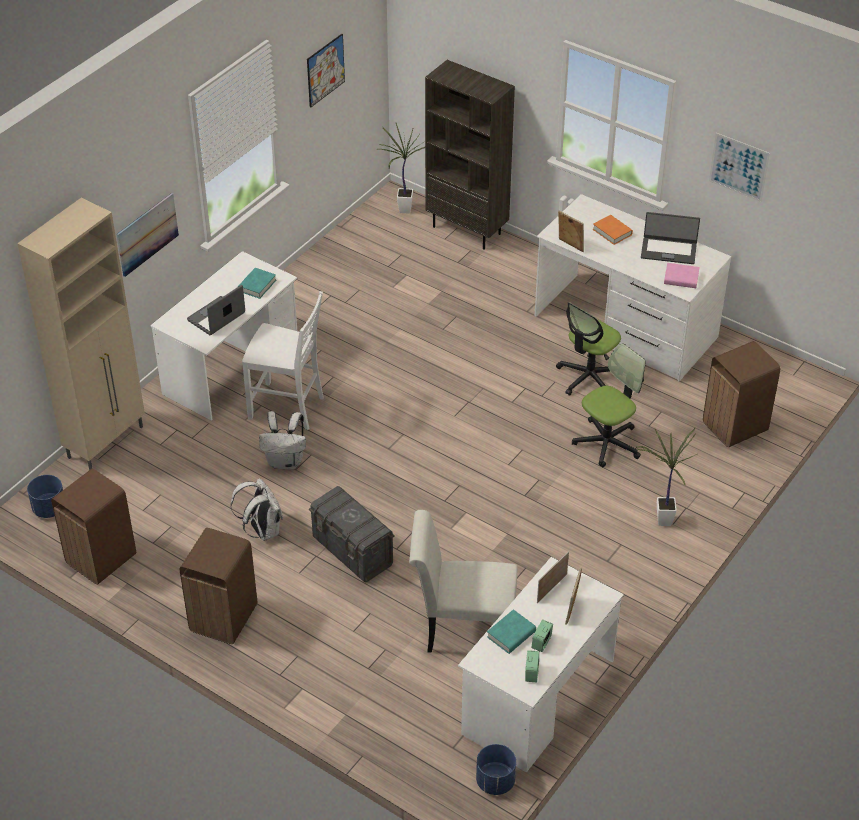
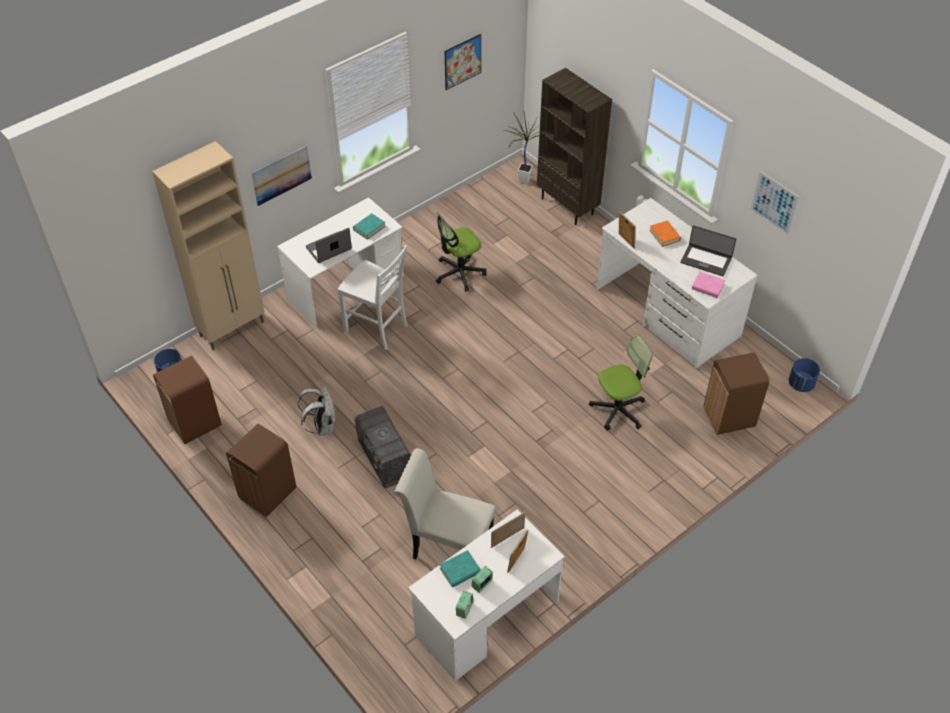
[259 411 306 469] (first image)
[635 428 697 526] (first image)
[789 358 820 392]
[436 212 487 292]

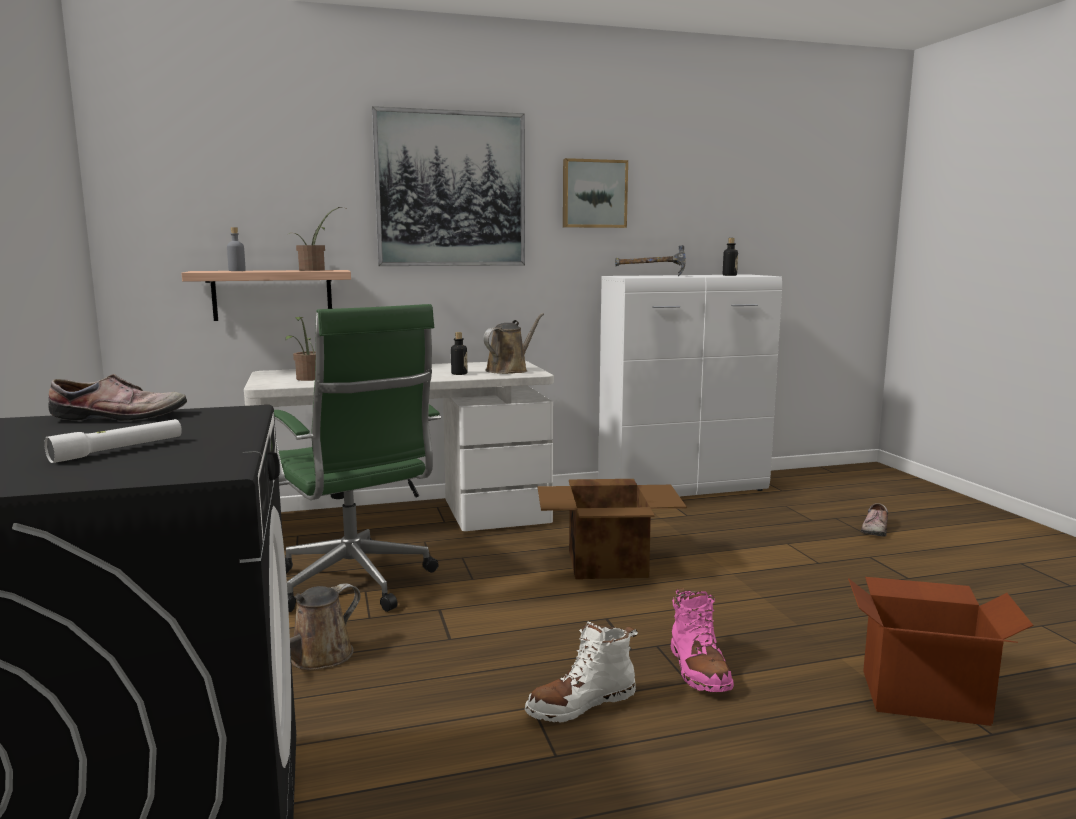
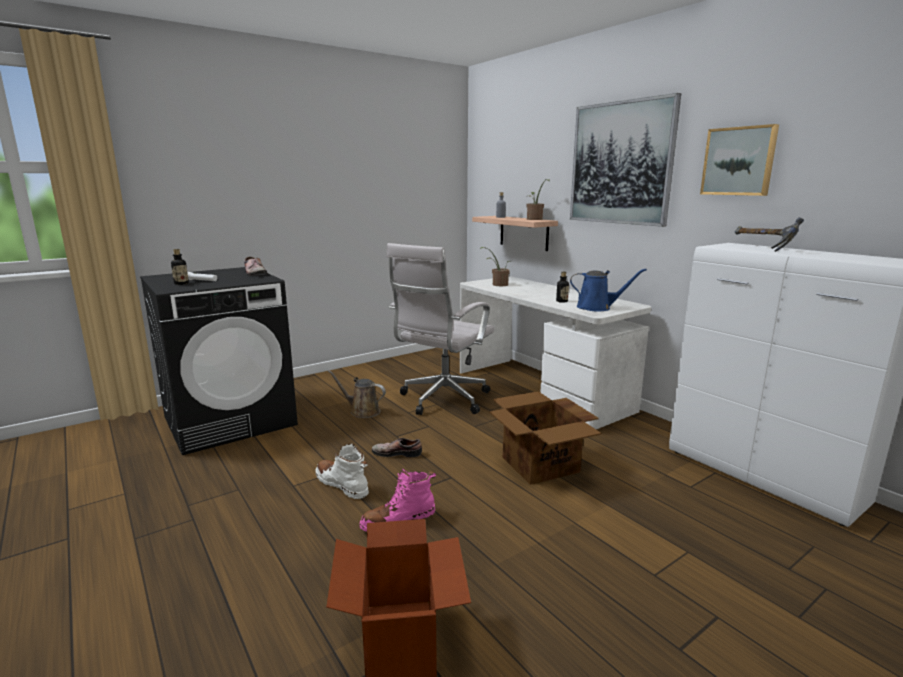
[171 249 189 285]
[372 438 422 457]
[386 243 494 415]
[570 268 647 311]

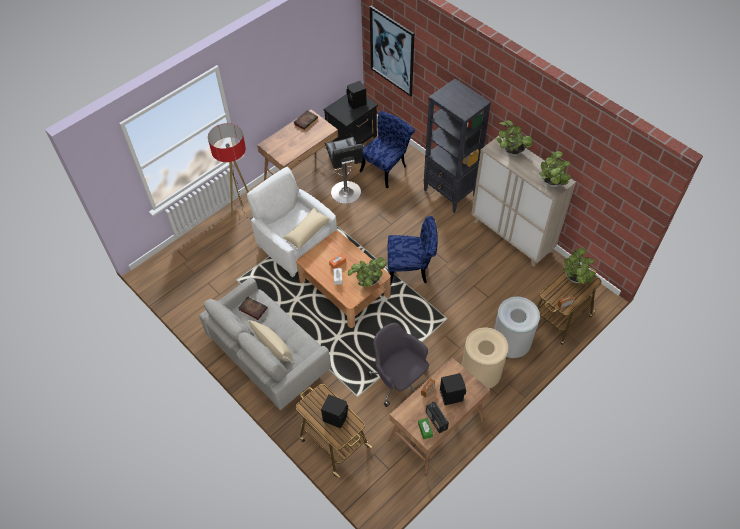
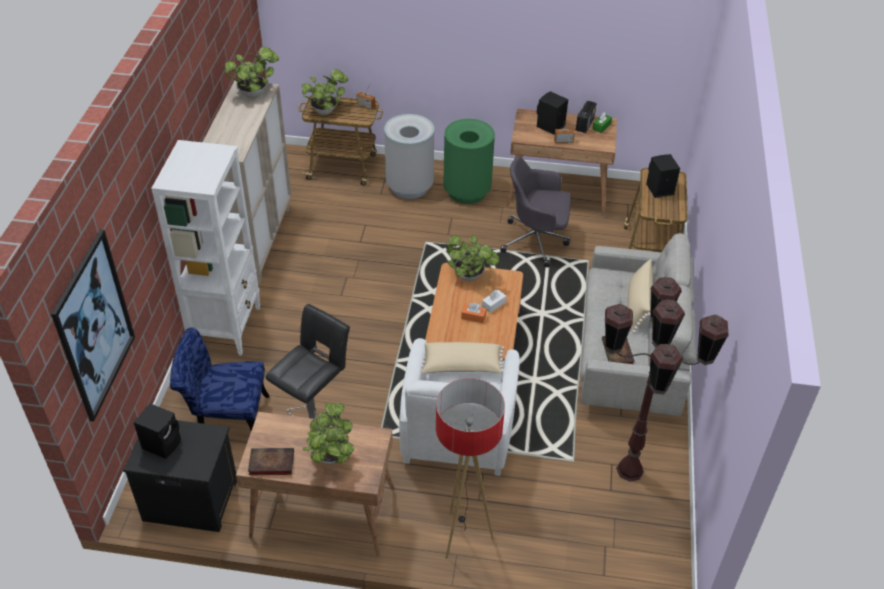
[388 216 438 284] (first image)
[605 277 729 482]
[303 403 354 464]
[151 140 260 355]
[443 119 495 204]
[500 157 571 267]

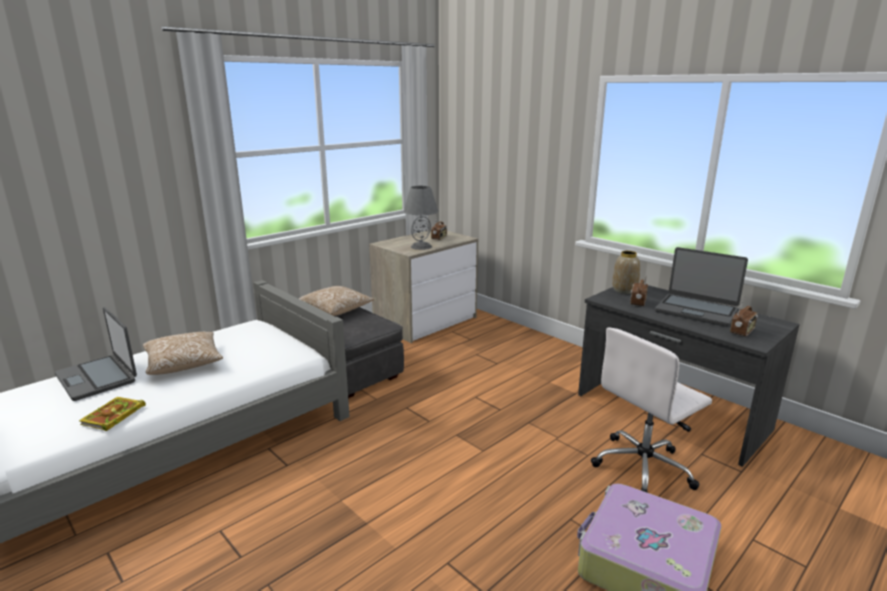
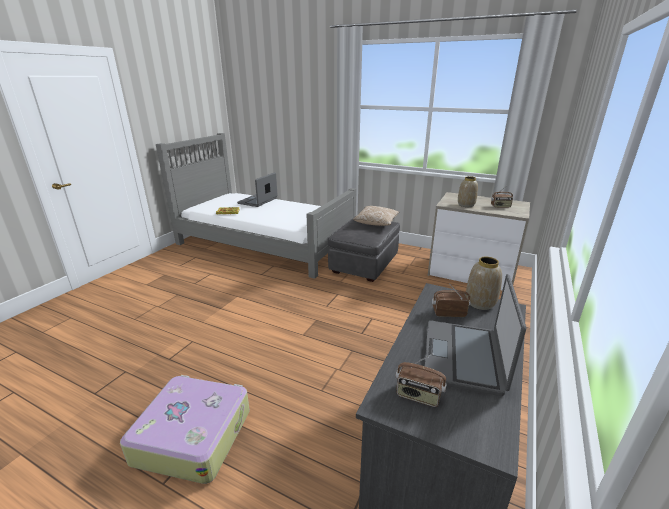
[143 332 223 375] (first image)
[591 328 712 493] (first image)
[458 176 478 207]

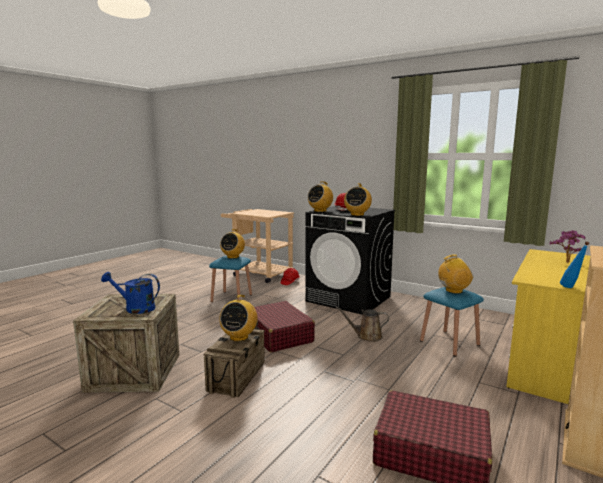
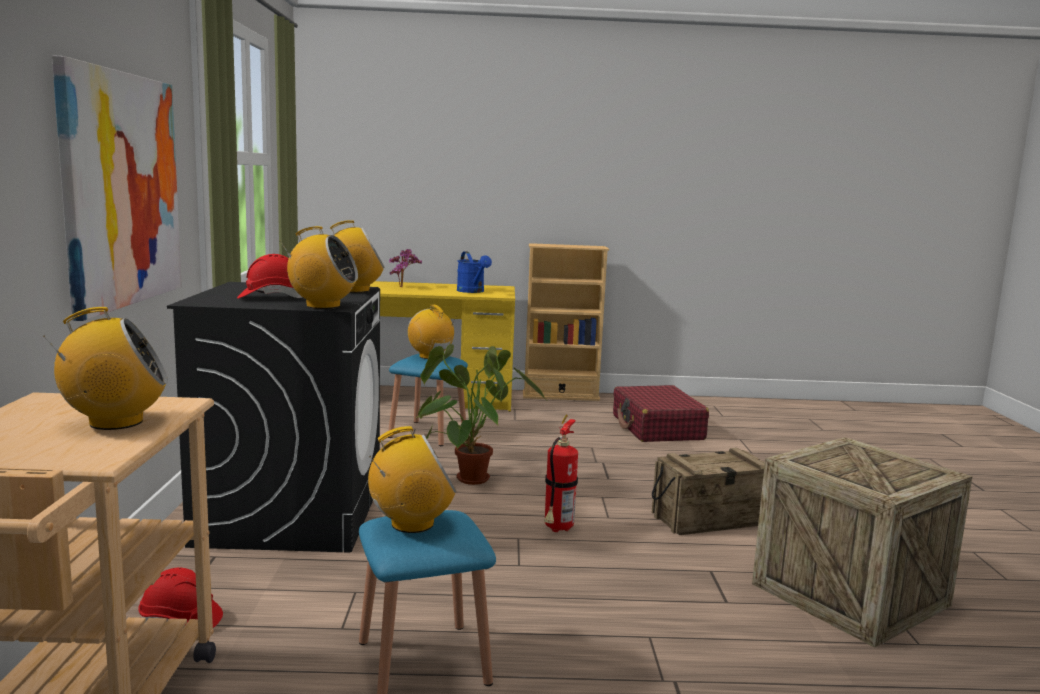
[560 242 590 288] (first image)
[52 55 182 321]
[457 251 492 293]
[43 307 168 430]
[544 414 578 532]
[416 344 545 485]

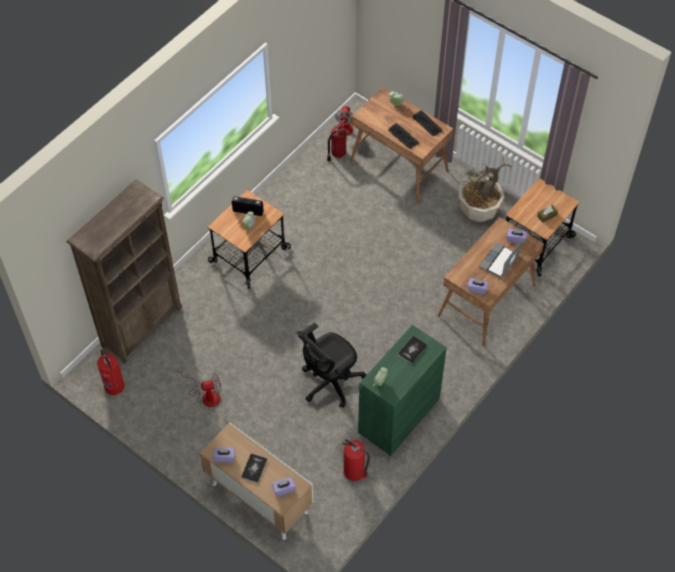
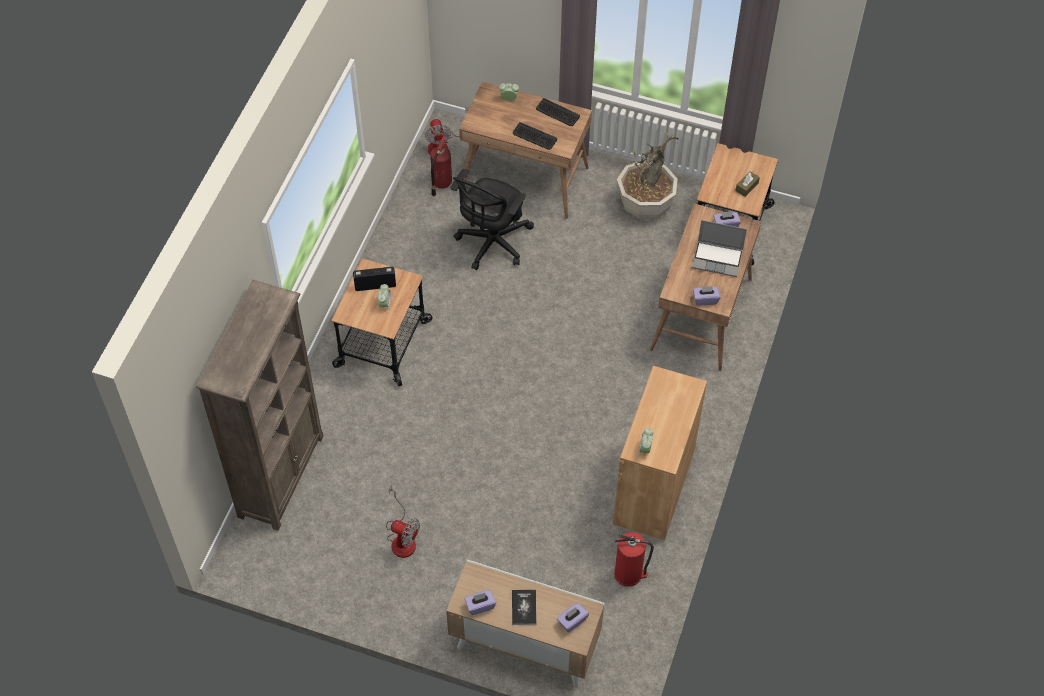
[97 350 125 395] (first image)
[398 335 428 364] (first image)
[450 169 534 270]
[613 366 707 540]
[386 484 420 558]
[692 220 747 277]

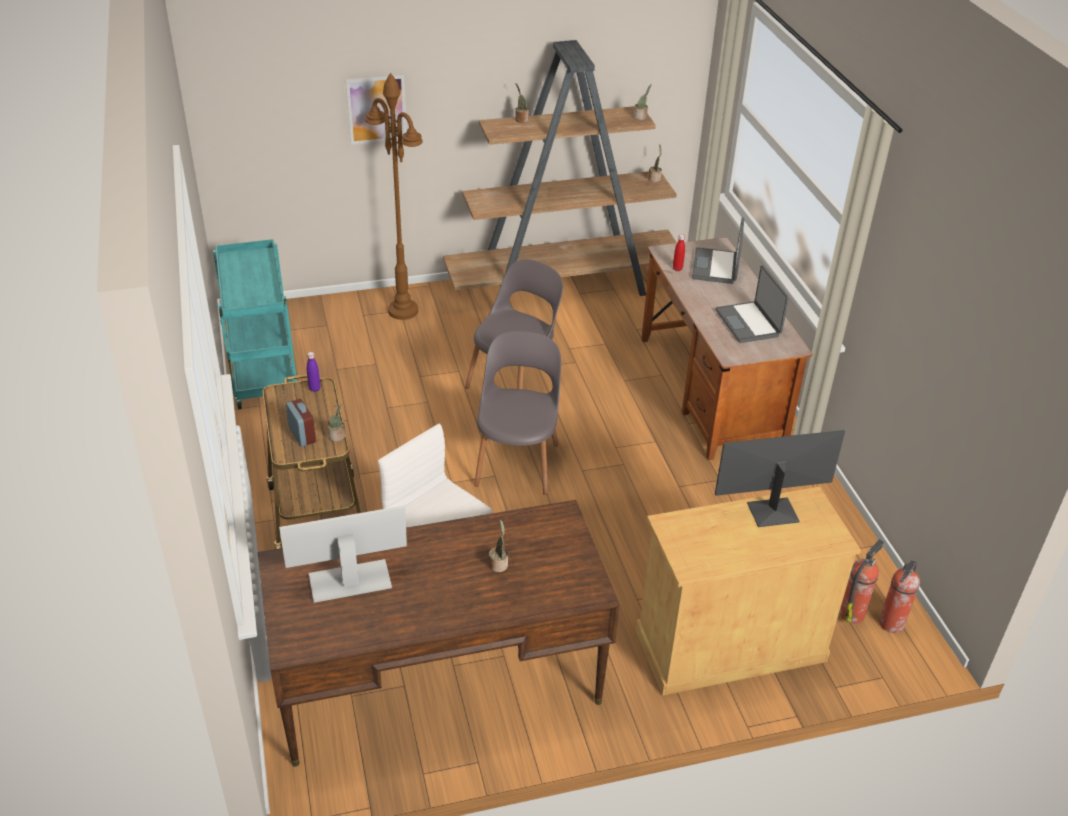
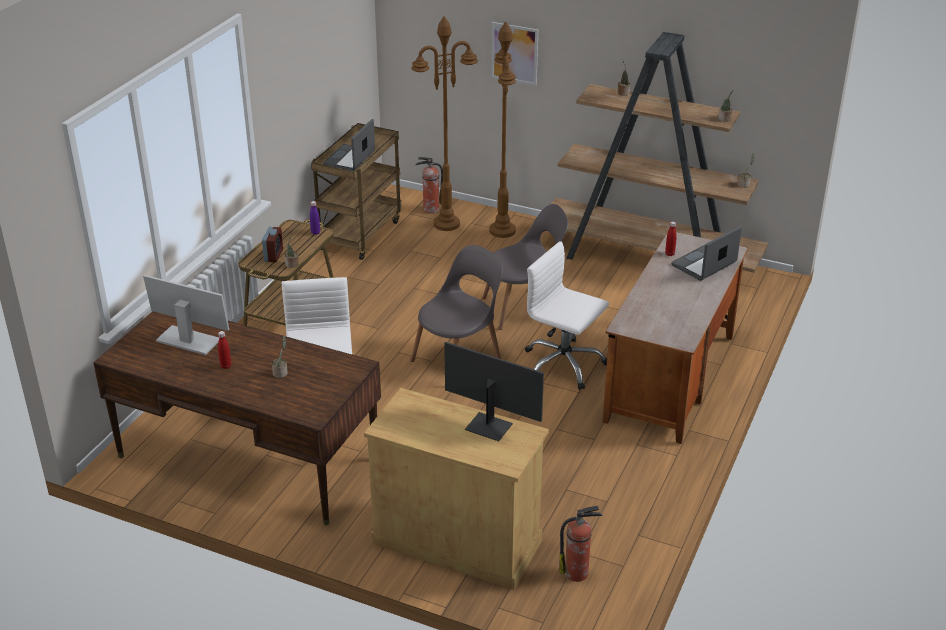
[218 331 231 369]
[411 16 478 231]
[525 241 609 390]
[323 119 375 171]
[415 157 443 214]
[311 123 401 260]

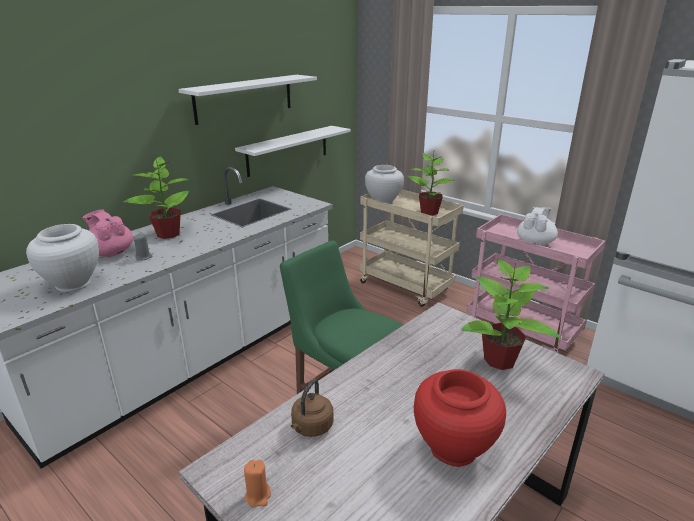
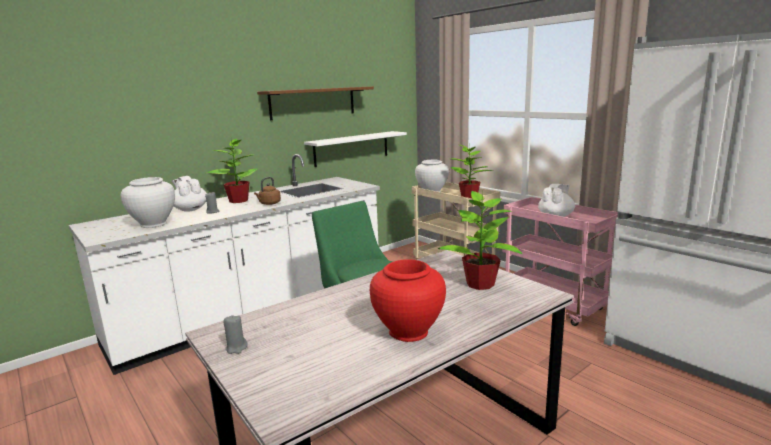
[254 177 281 205]
[172 176 207 212]
[257 87 374 120]
[223 315 248 354]

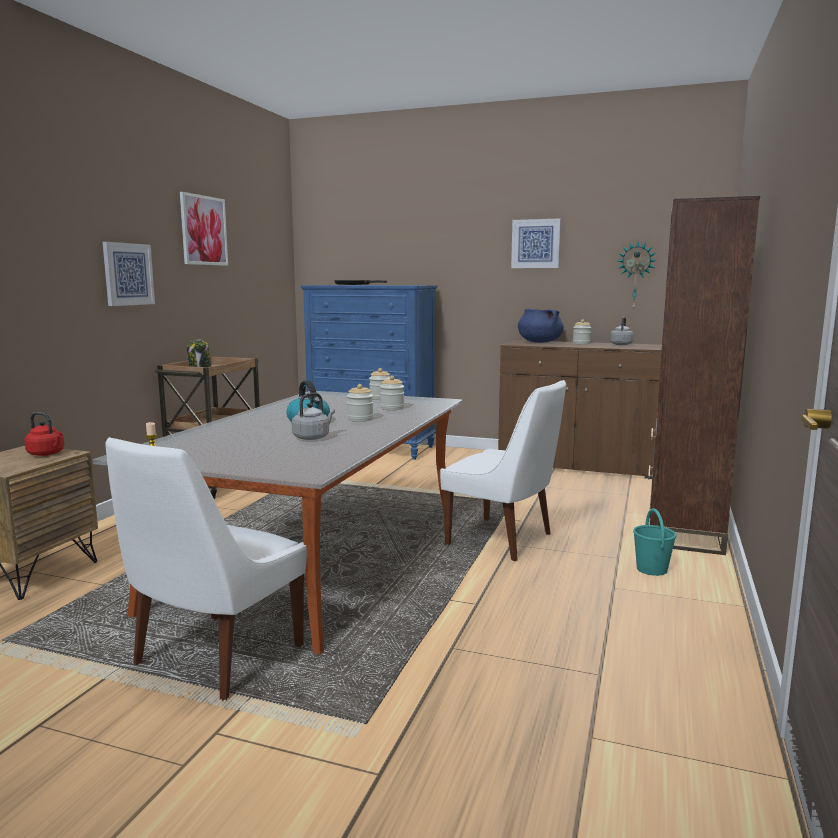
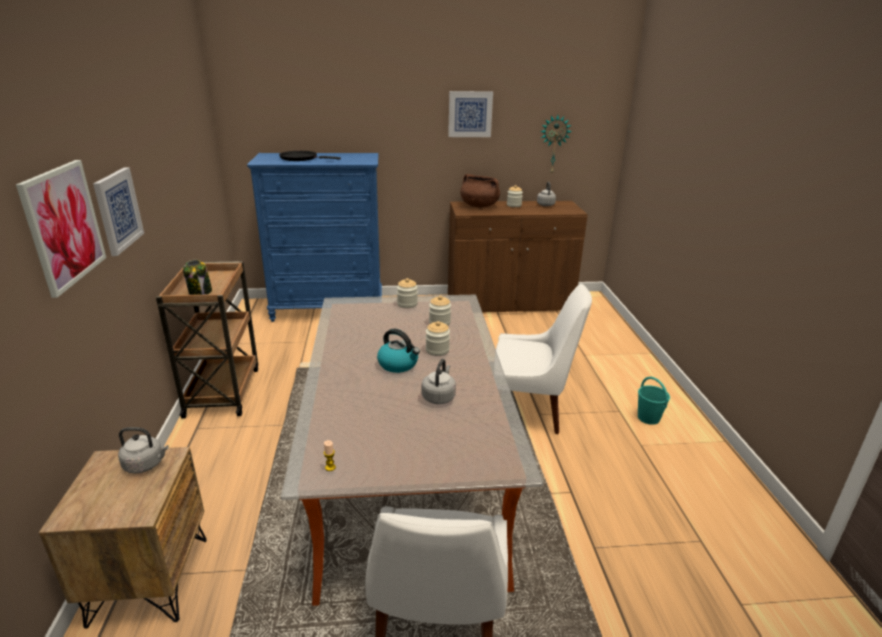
[648 196 760 555] (first image)
[16 160 106 298]
[118 427 169 473]
[460 174 500 207]

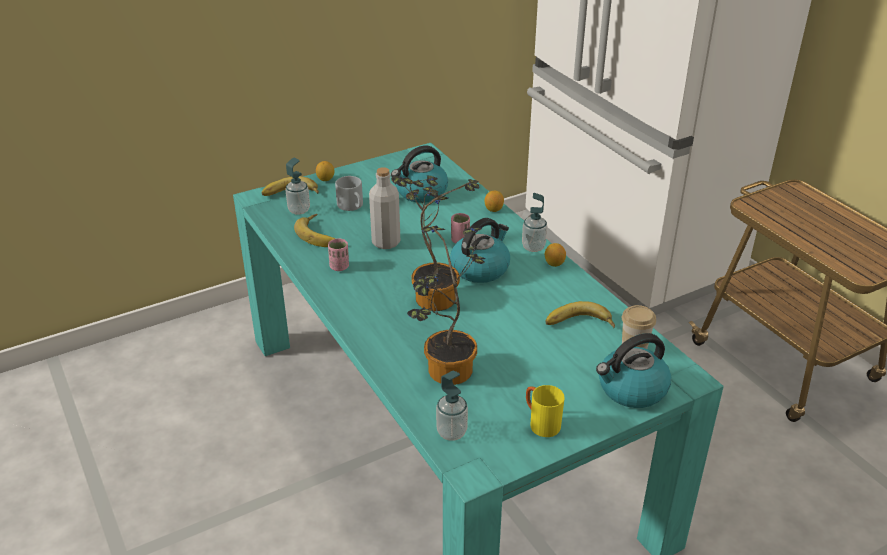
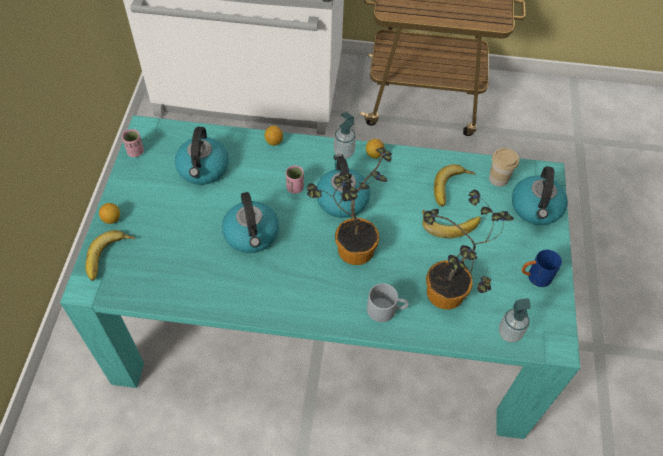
[285 158 310 215] (first image)
[422 209 481 238]
[122 129 144 157]
[367 283 409 322]
[222 192 279 253]
[522 250 562 287]

